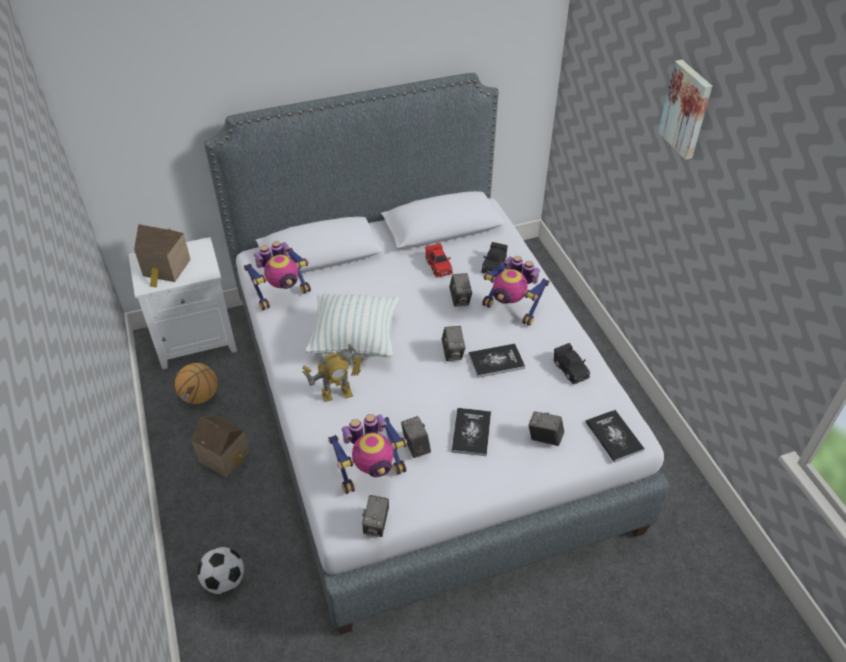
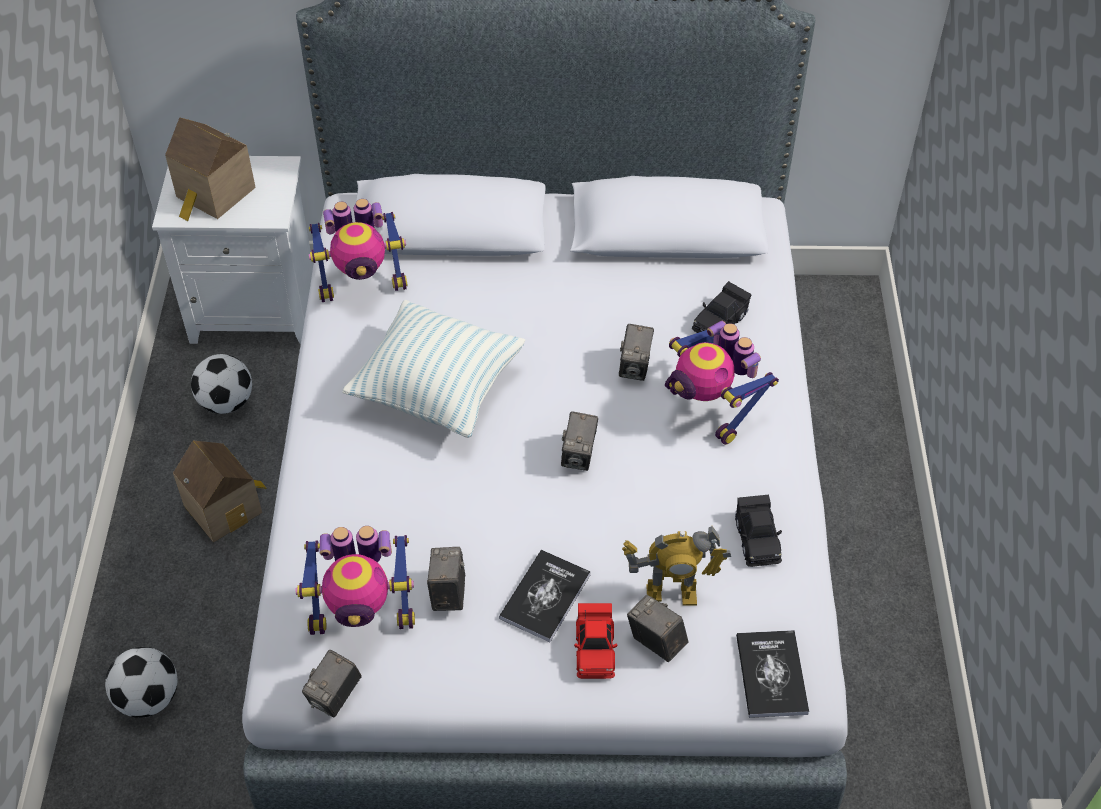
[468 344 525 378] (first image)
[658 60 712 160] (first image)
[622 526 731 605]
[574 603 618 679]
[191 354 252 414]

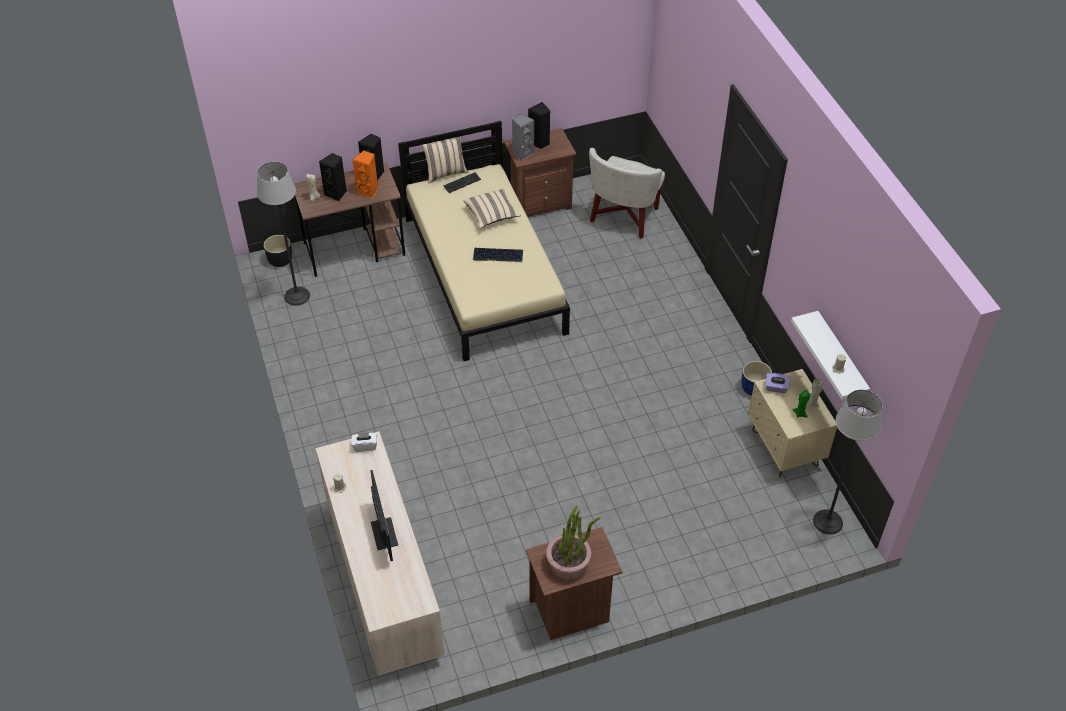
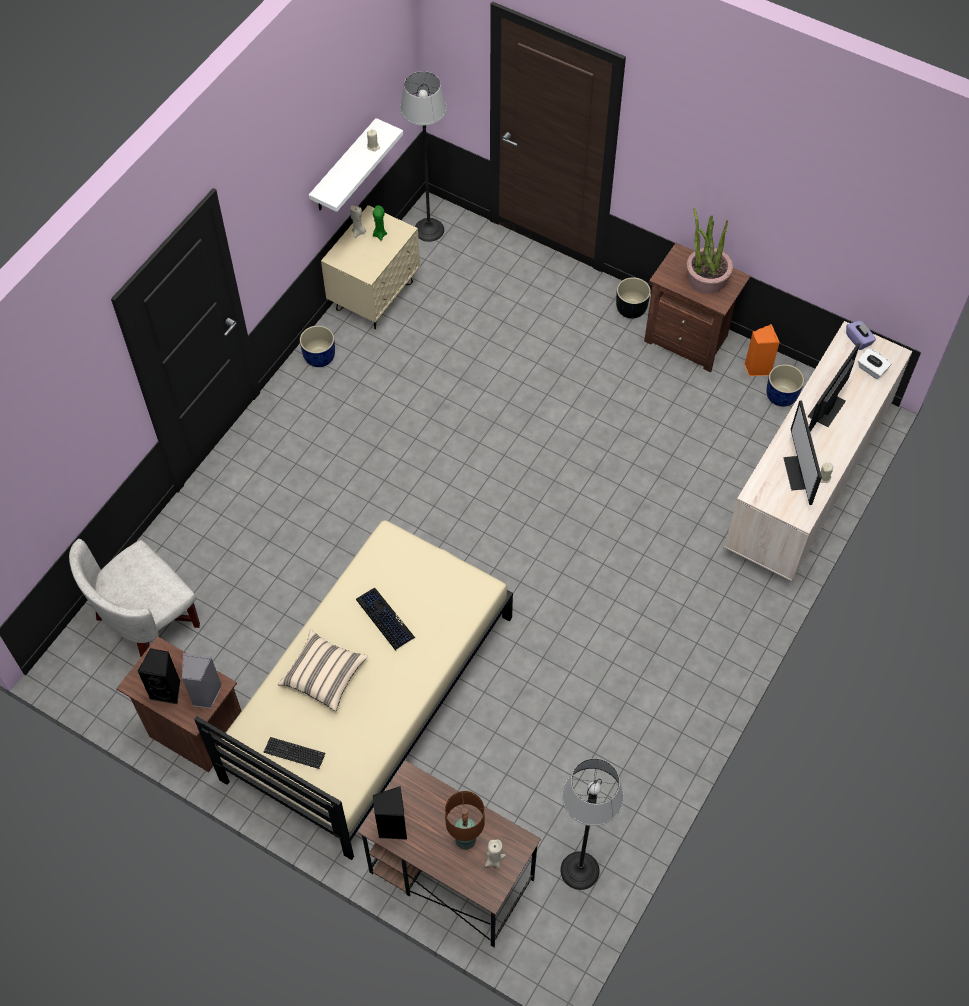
[422 136 468 184] (first image)
[766 364 804 407]
[783 400 822 505]
[616 277 651 319]
[858 348 891 379]
[744 324 780 376]
[846 320 876 350]
[445 791 485 850]
[69 539 200 657]

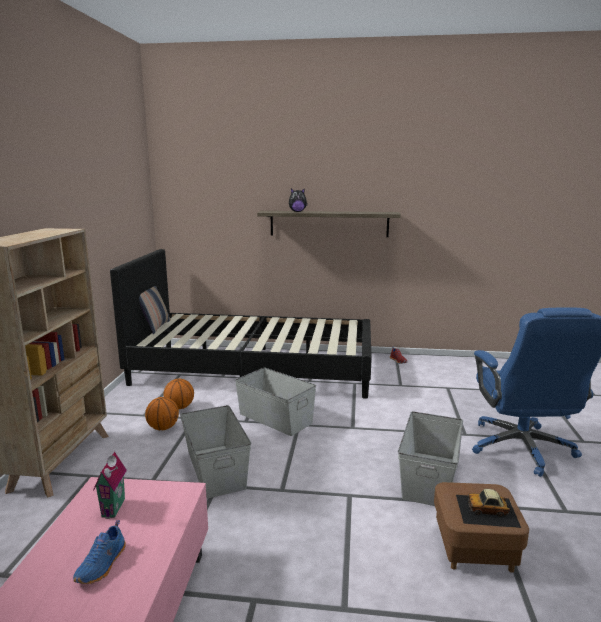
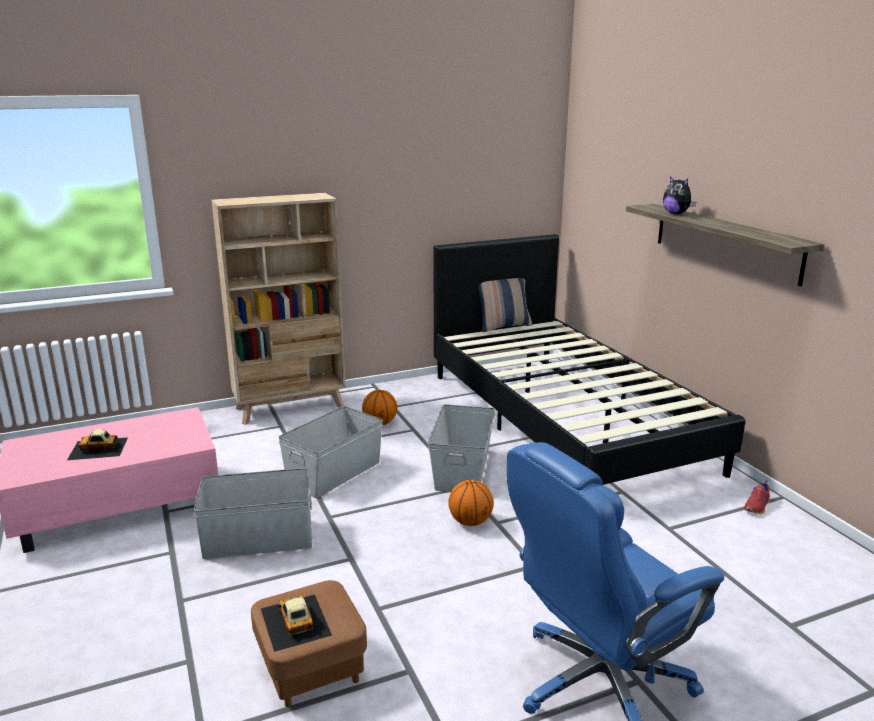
[93 452 127 519] (first image)
[448 480 494 526]
[194 468 312 559]
[67 429 128 460]

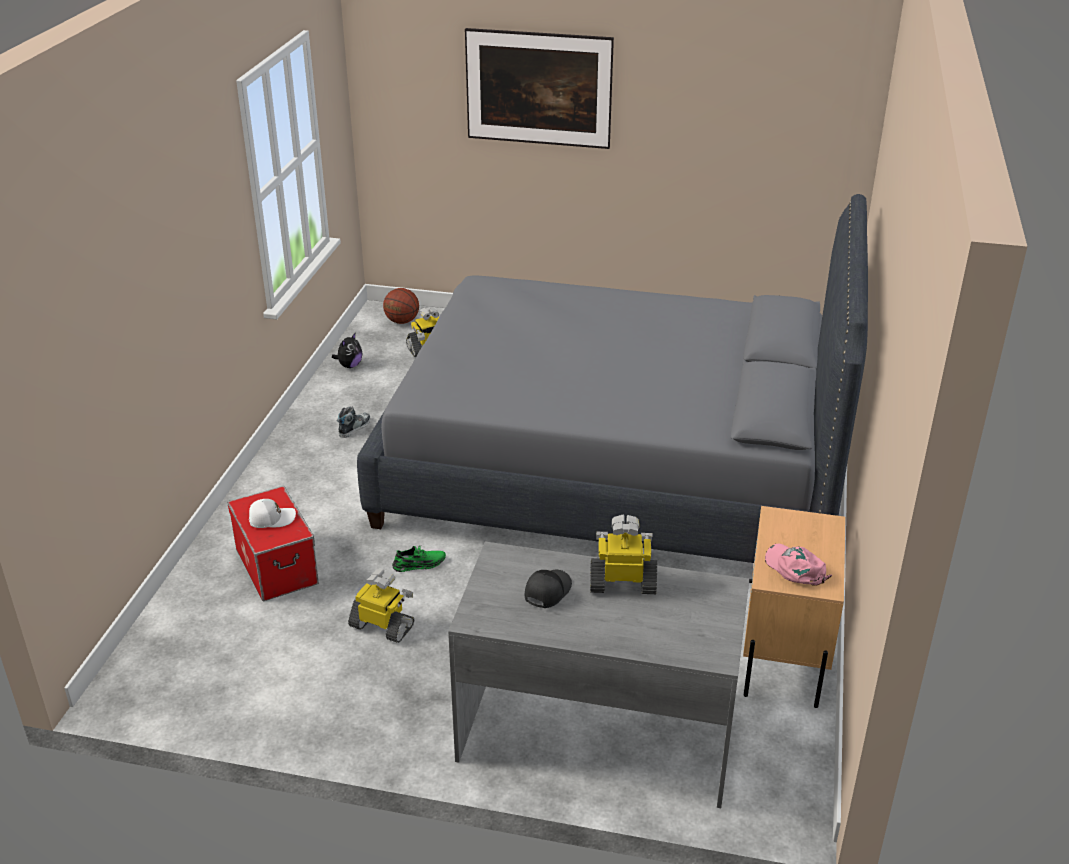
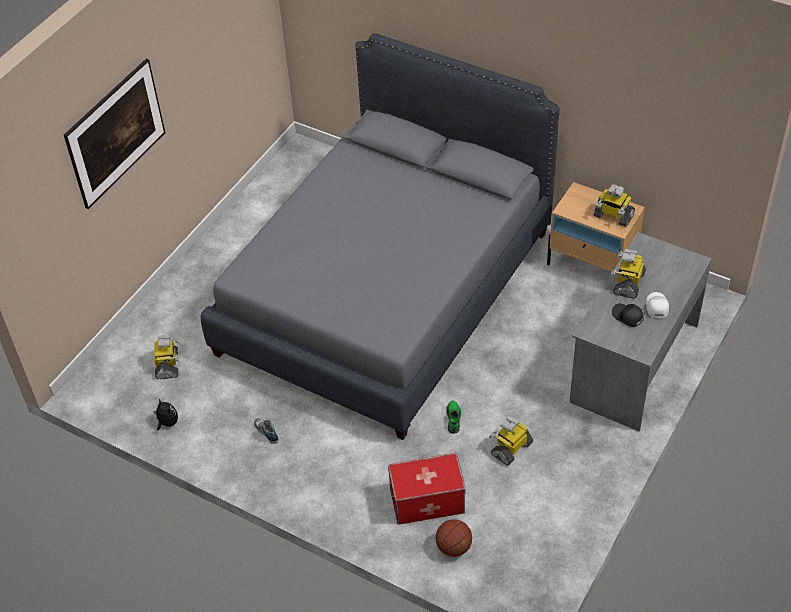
[646 292 669 318]
[435 519 472 557]
[593 184 635 227]

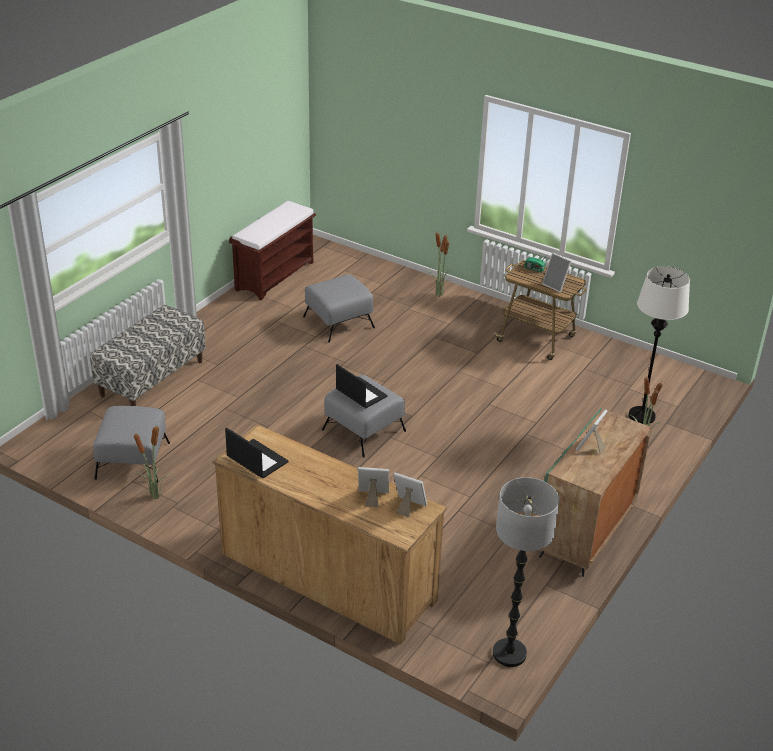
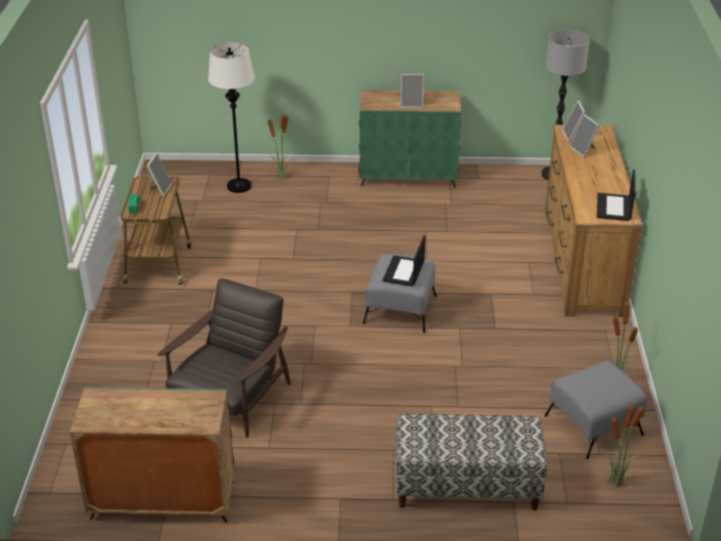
[605 400 644 488]
[70 387 234 523]
[157 278 291 438]

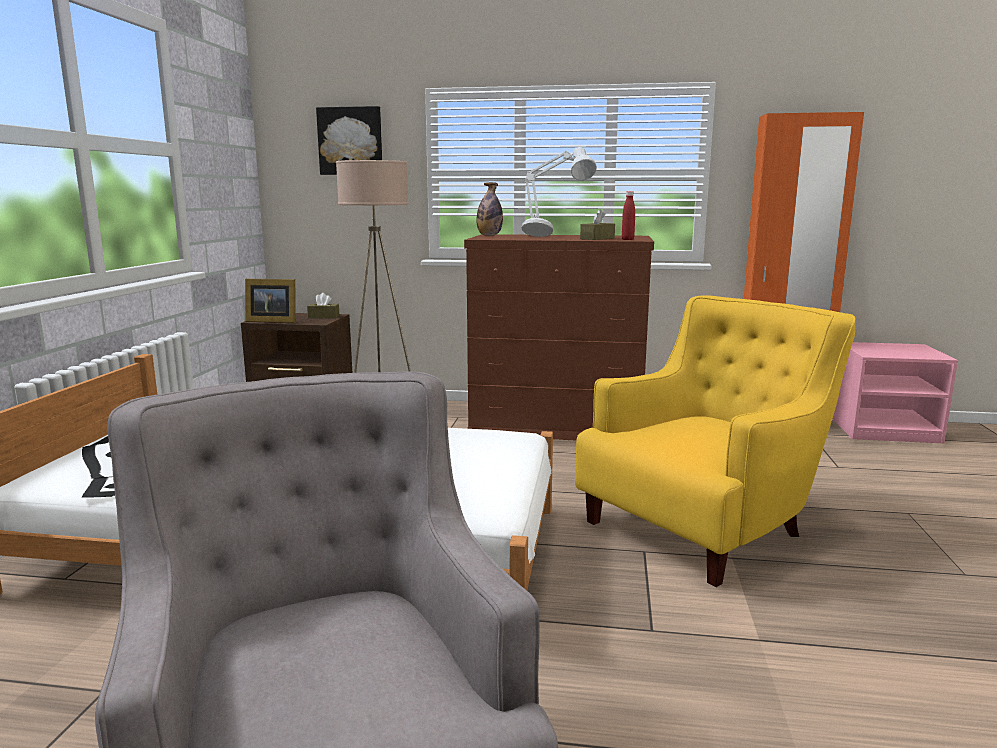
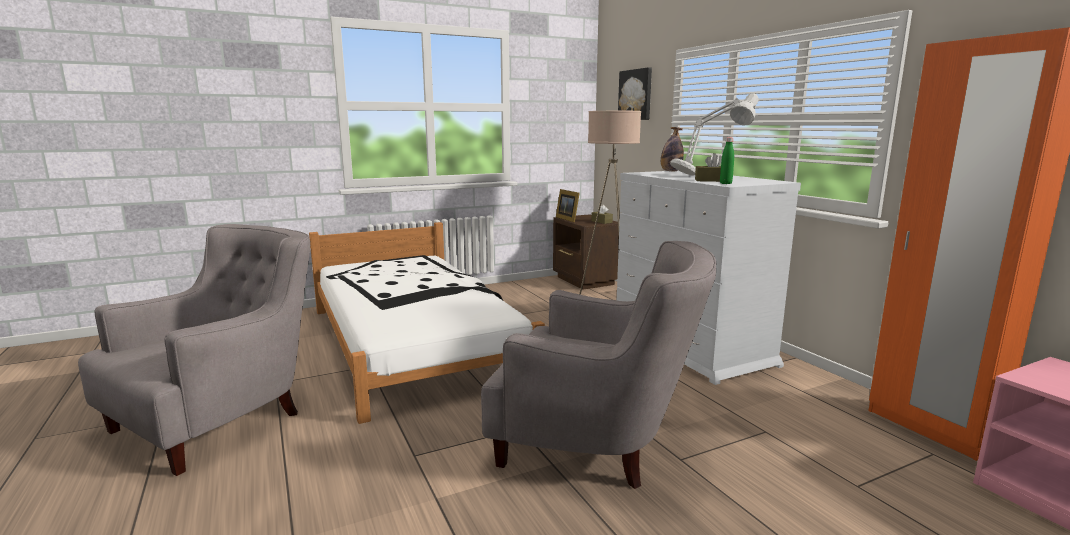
[617 170 801 385]
[481 241 716 489]
[720 137 734 184]

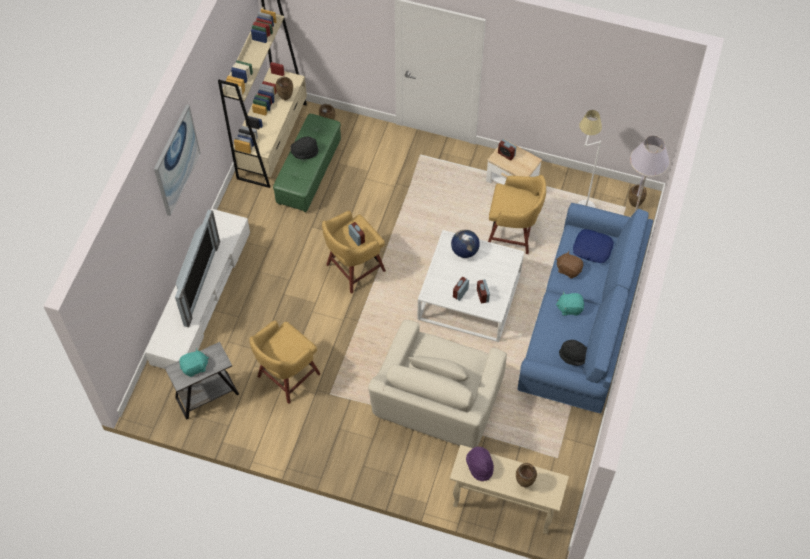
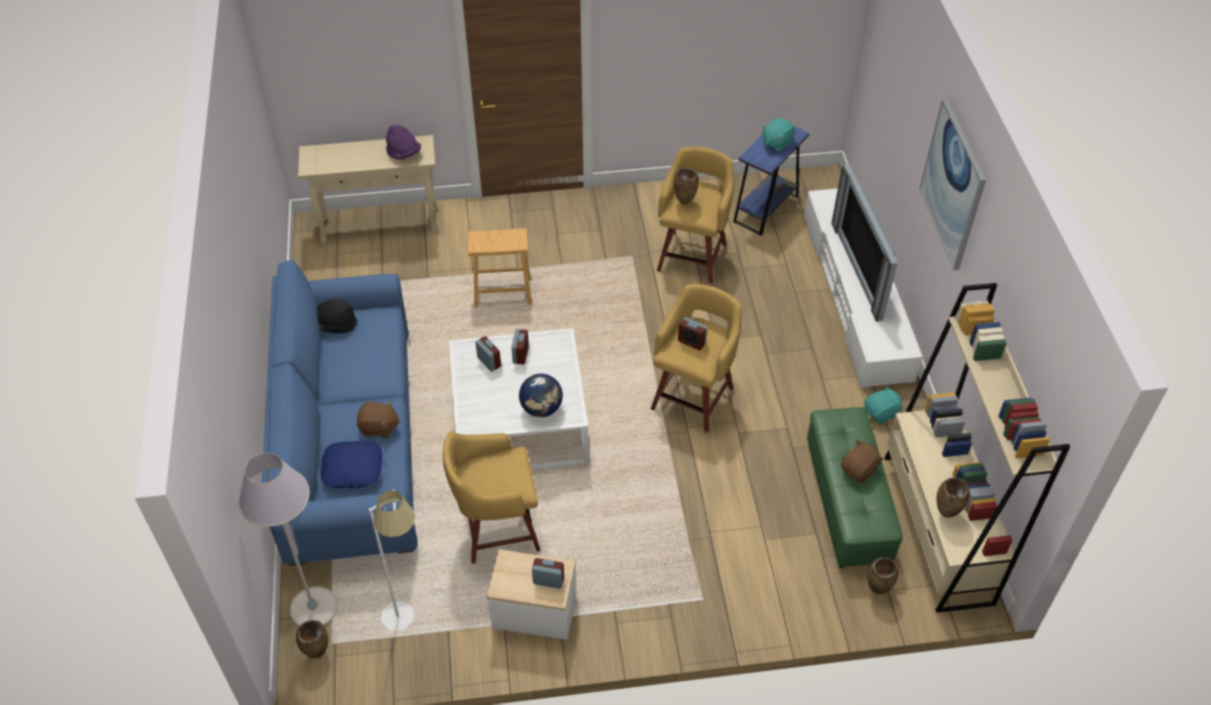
[673 167 699 205]
[864 385 903 424]
[841 440 884 483]
[468 228 532 307]
[733 127 810 236]

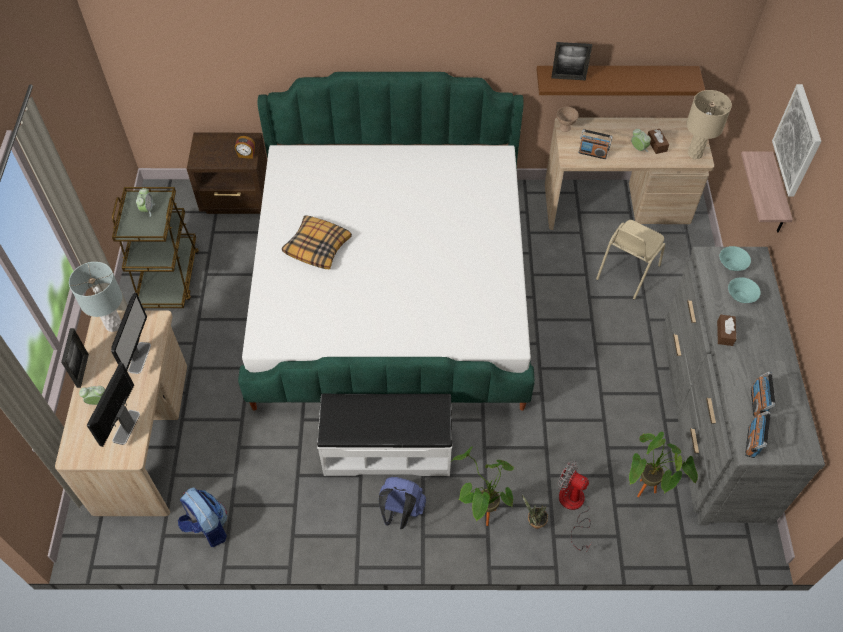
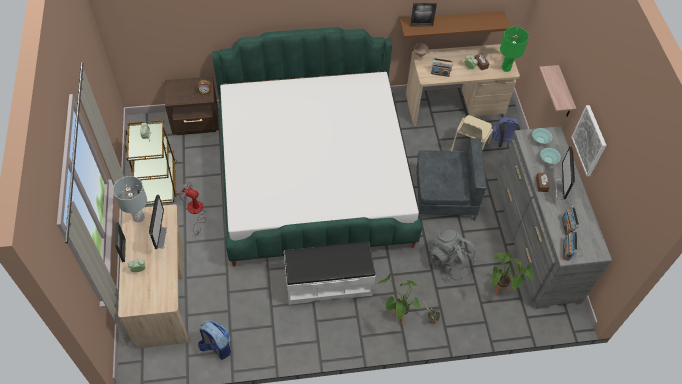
[282 215 352 269] (first image)
[416 138 486 220]
[430 230 476 281]
[556 146 575 200]
[492 117 520 148]
[180 182 206 235]
[571 105 606 176]
[500 27 529 72]

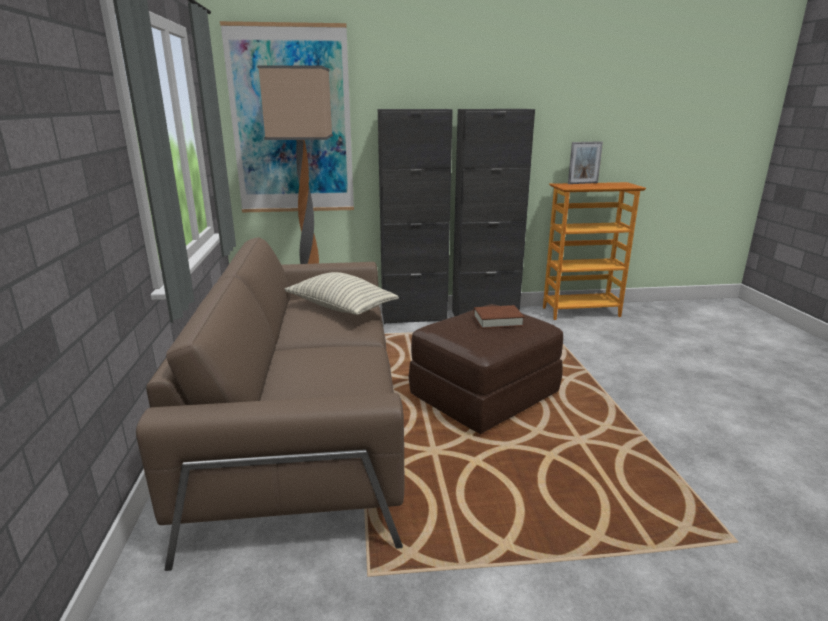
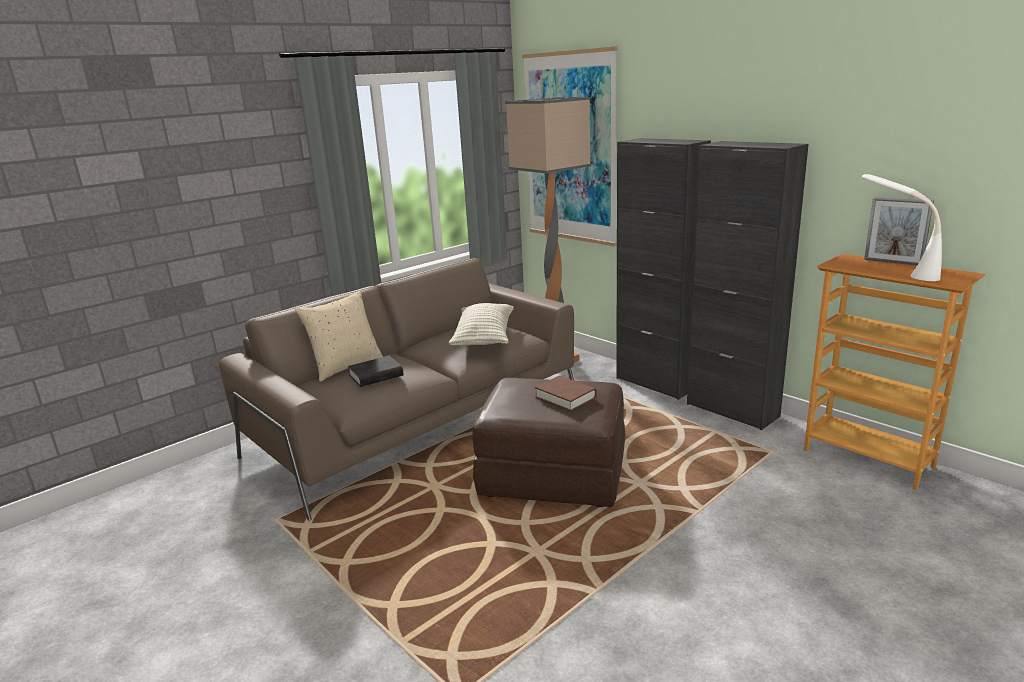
[295 290 383 382]
[348 356 403 387]
[862 174 942 281]

